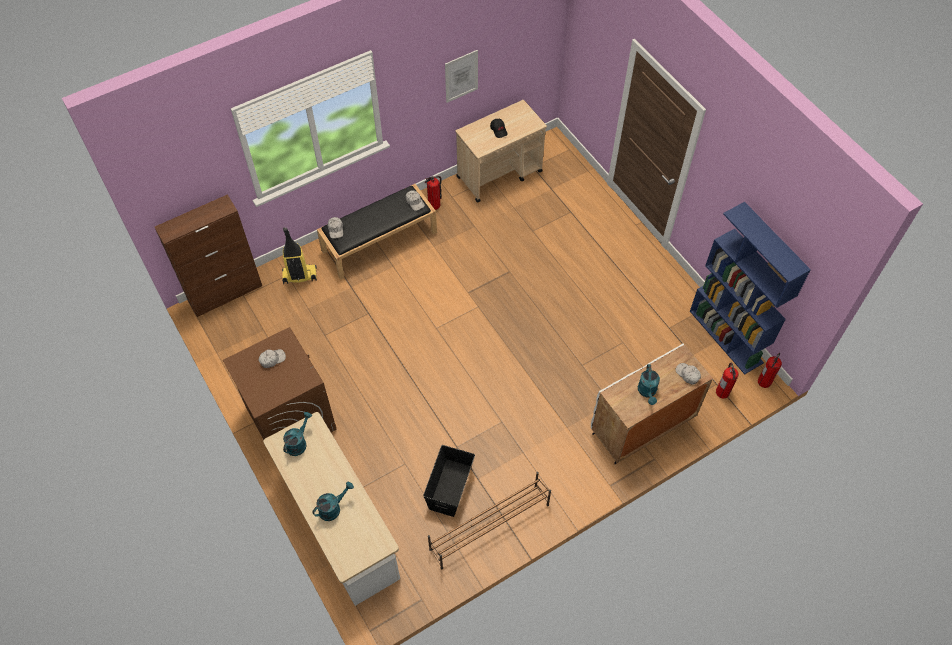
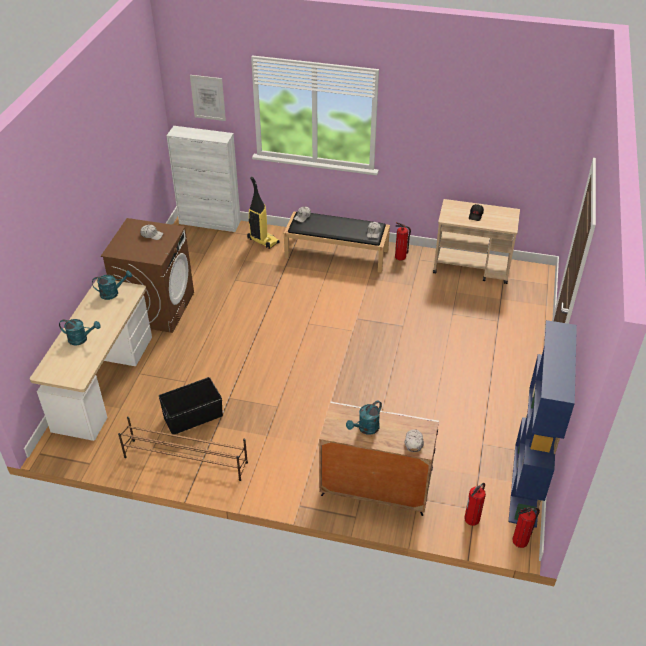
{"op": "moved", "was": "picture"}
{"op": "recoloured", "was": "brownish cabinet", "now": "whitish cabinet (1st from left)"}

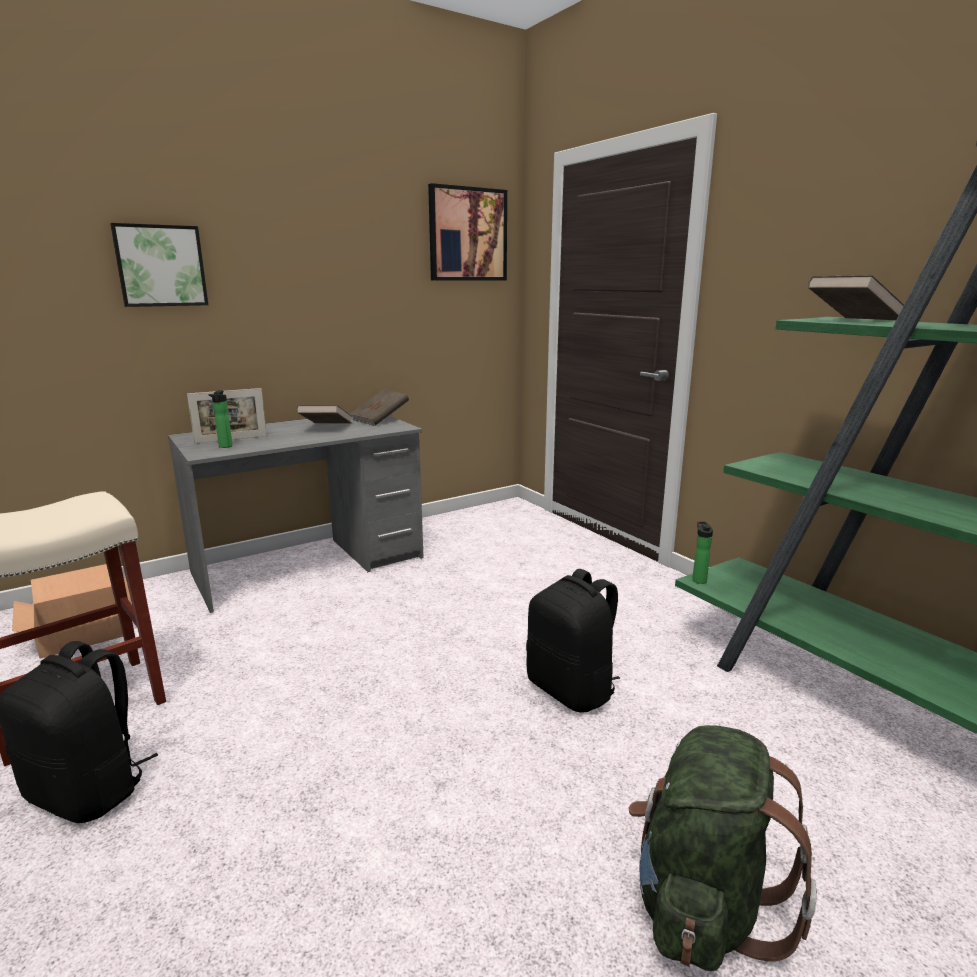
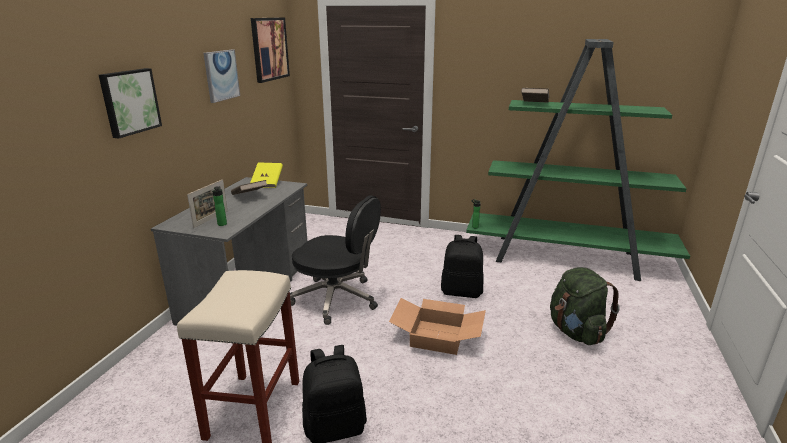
{"op": "recoloured", "was": "brownish book (2nd from left)", "now": "yellow-coloured book"}
{"op": "moved", "was": "packing box"}
{"op": "added", "now": "picture (2nd from left)"}
{"op": "added", "now": "black desk chair"}

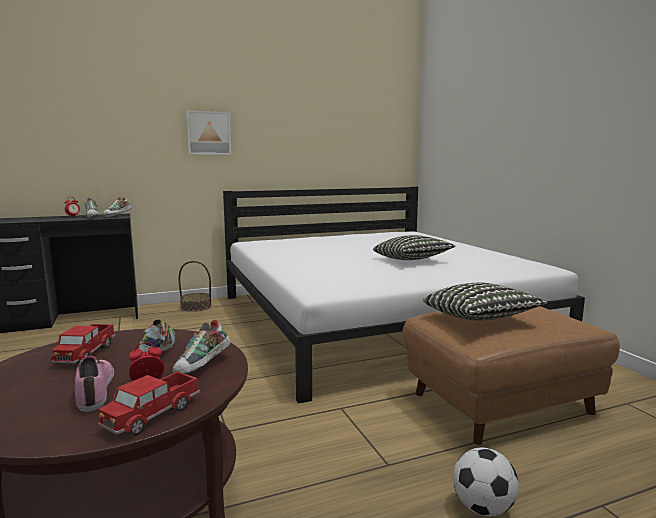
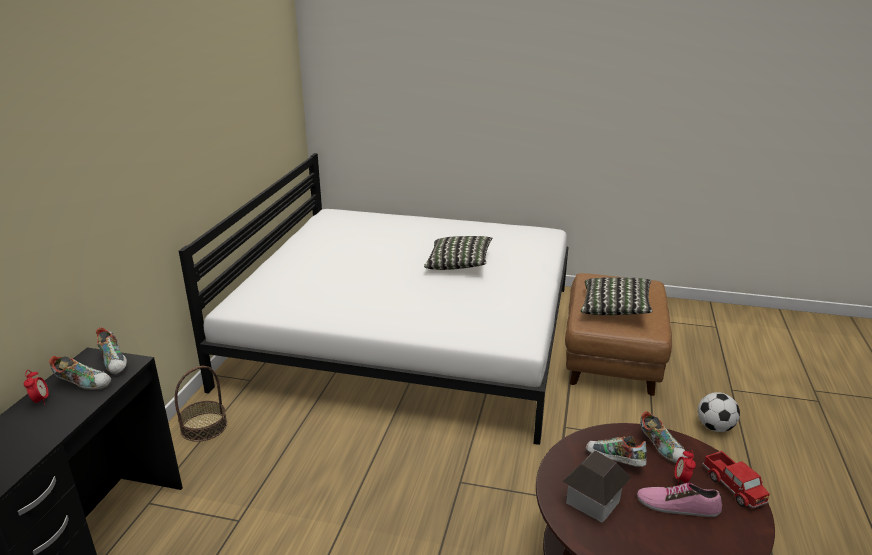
{"op": "removed", "was": "picture"}
{"op": "replaced", "was": "model truck (1st from left)", "now": "toy house"}

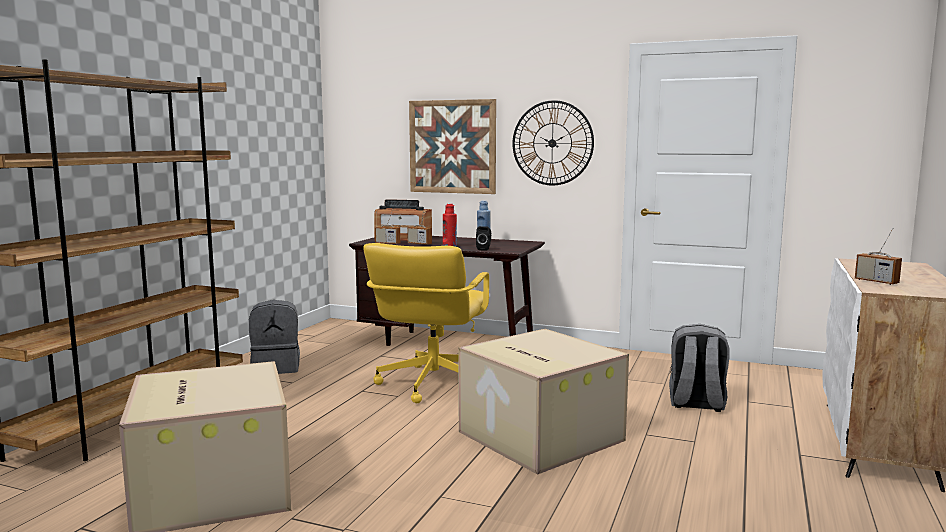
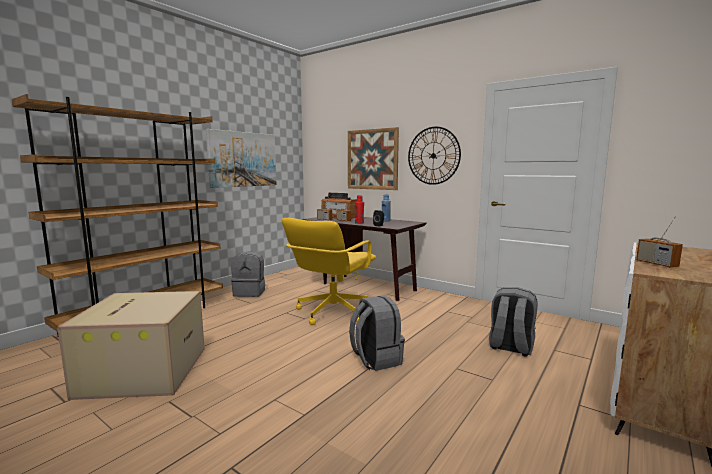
{"op": "replaced", "was": "packing box (2nd from left)", "now": "grey backpack (2nd from left)"}
{"op": "added", "now": "picture (1st from left)"}

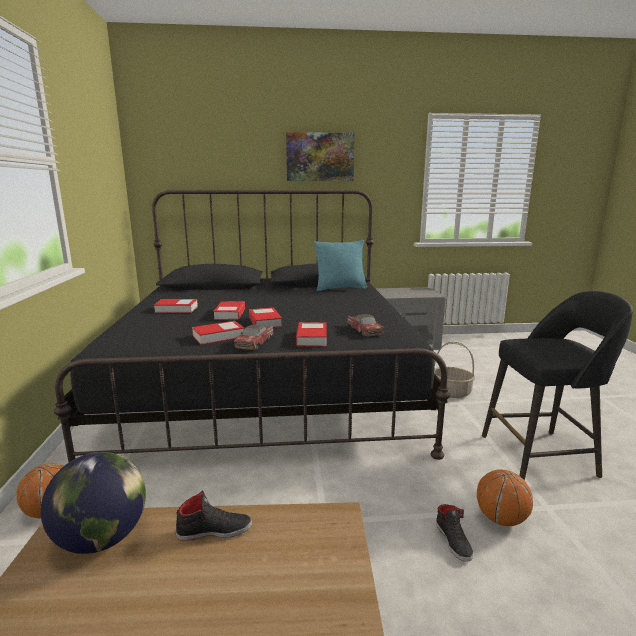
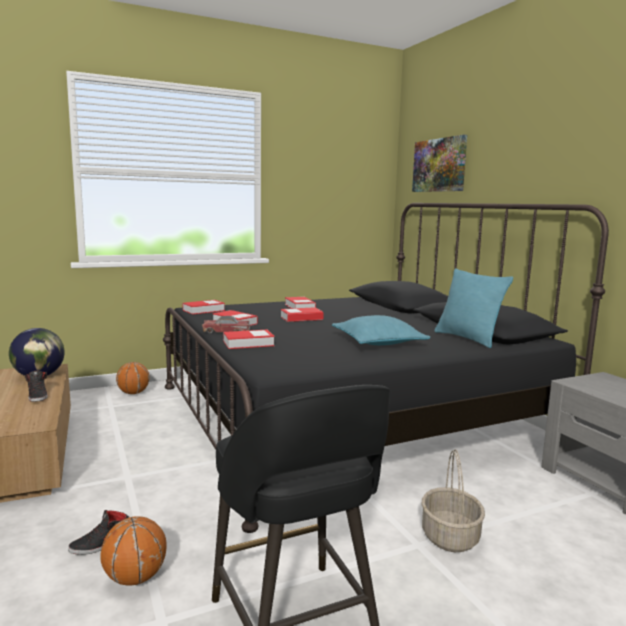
{"op": "moved", "was": "picture"}
{"op": "moved", "was": "book (4th from left in the first image)", "now": "book (1st from left)"}
{"op": "removed", "was": "miniature car (2nd from left)"}
{"op": "added", "now": "blue-green cushion (1st from left)"}

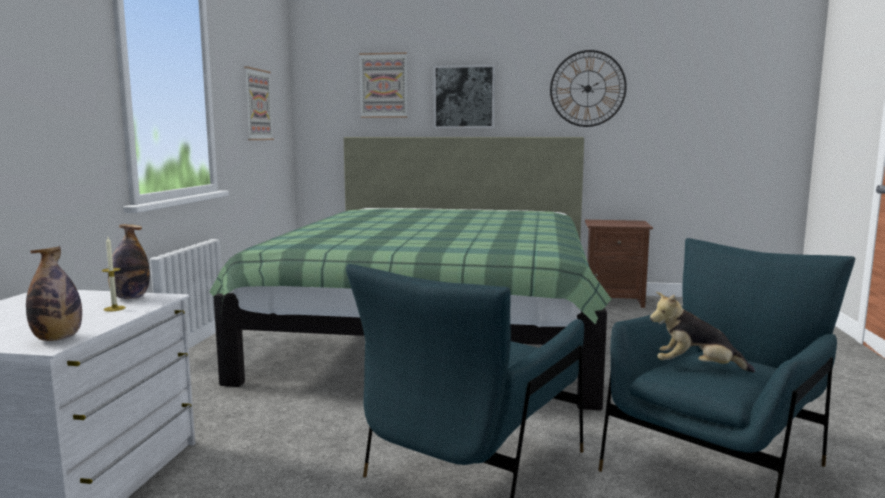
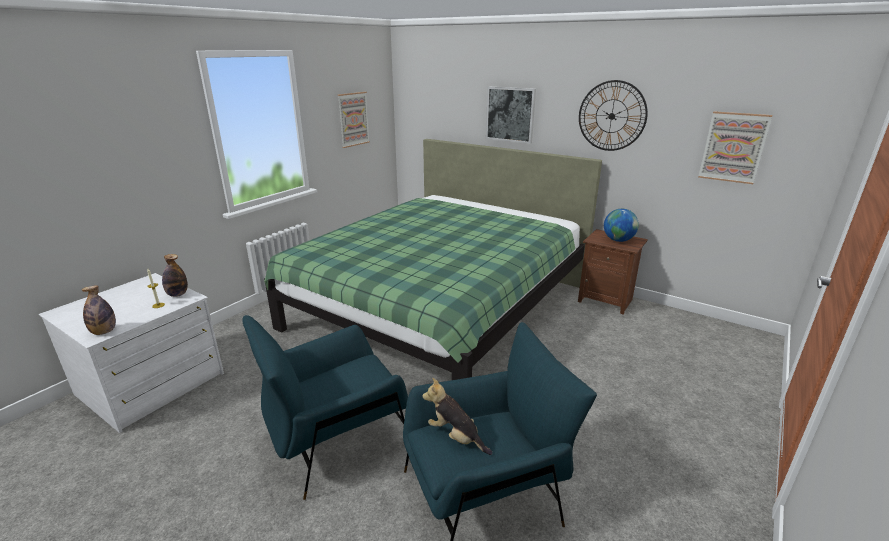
{"op": "moved", "was": "picture (2nd from left in the first image)", "now": "picture (3rd from left)"}
{"op": "added", "now": "globe"}

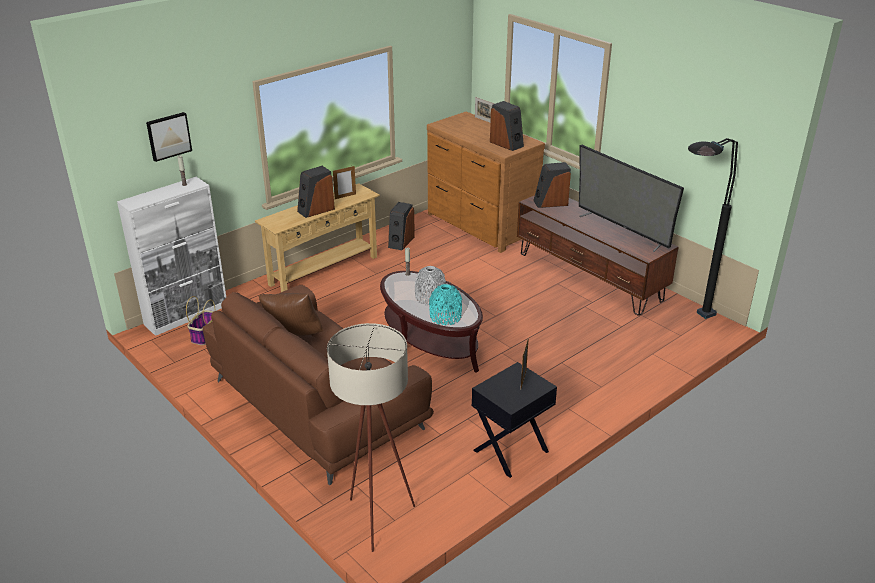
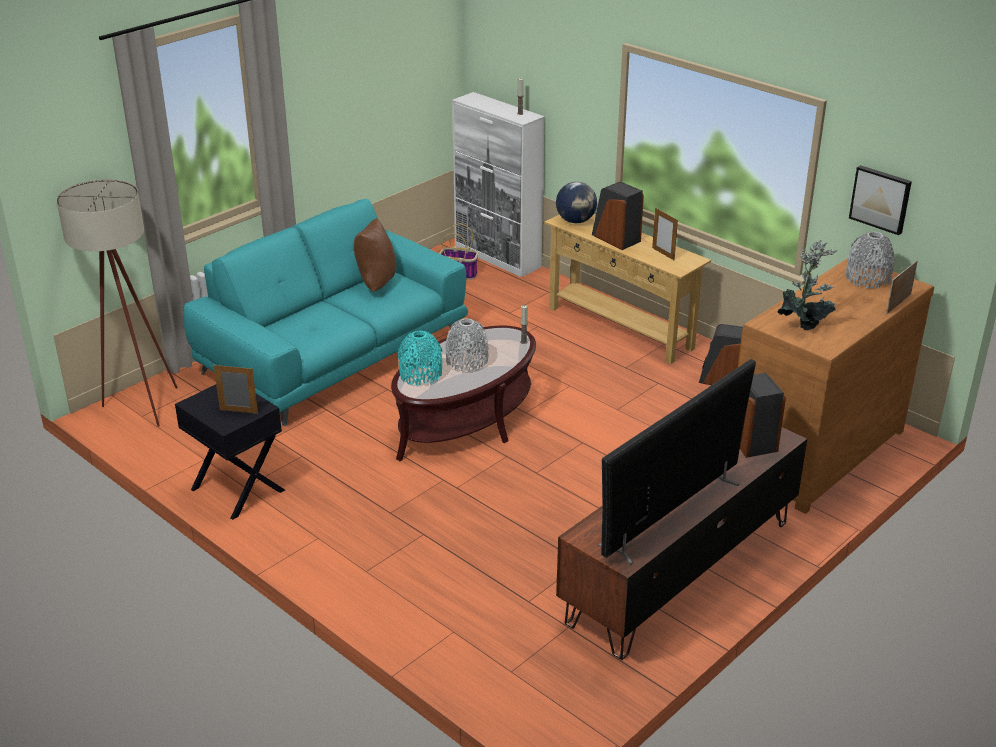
{"op": "replaced", "was": "speaker (3rd from left)", "now": "houseplant"}
{"op": "moved", "was": "picture"}
{"op": "removed", "was": "black floor lamp"}
{"op": "recoloured", "was": "brownish settee", "now": "blue-green settee"}
{"op": "added", "now": "globe"}
{"op": "added", "now": "grey flower vase (2nd from left)"}

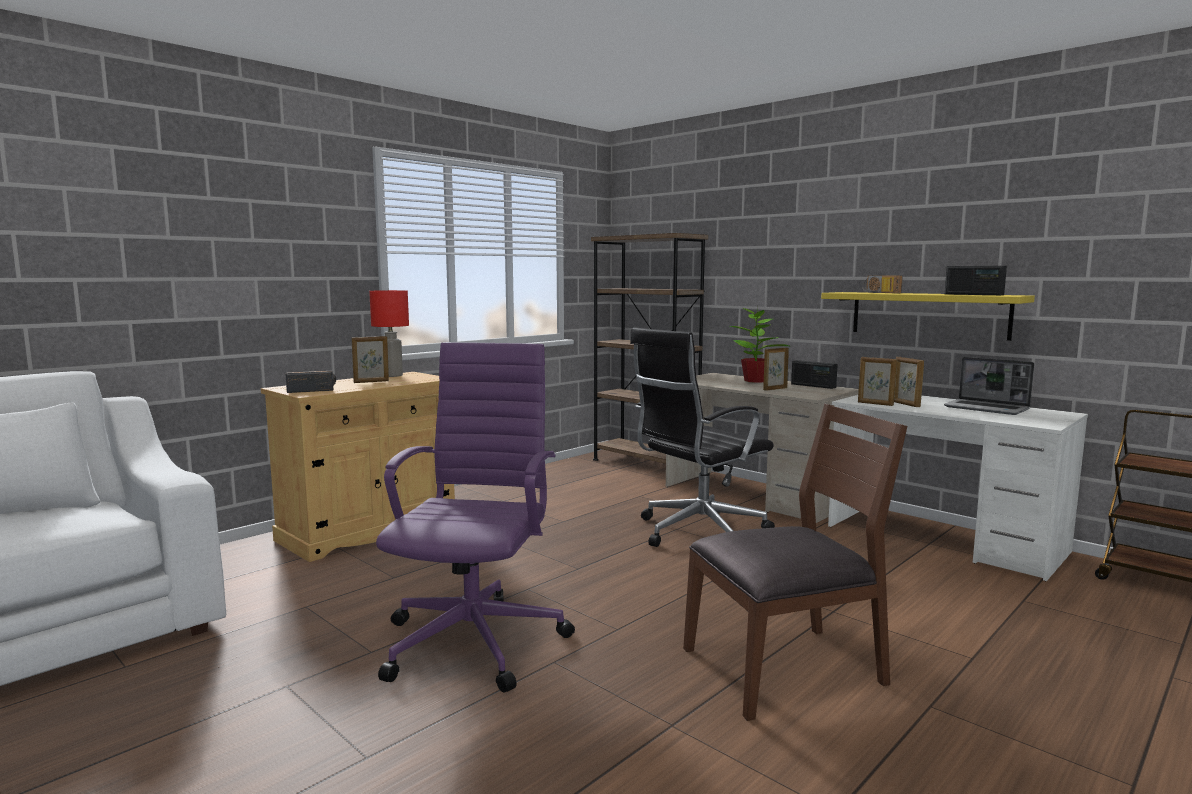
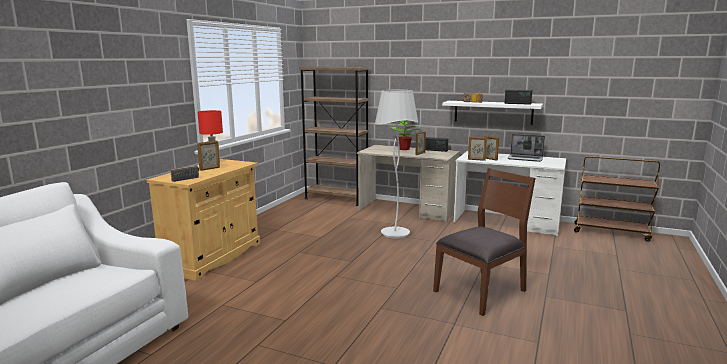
{"op": "recoloured", "was": "yellow-coloured bracket shelf", "now": "whitish bracket shelf"}
{"op": "replaced", "was": "black desk chair", "now": "whitish floor lamp"}
{"op": "removed", "was": "purplish desk chair"}

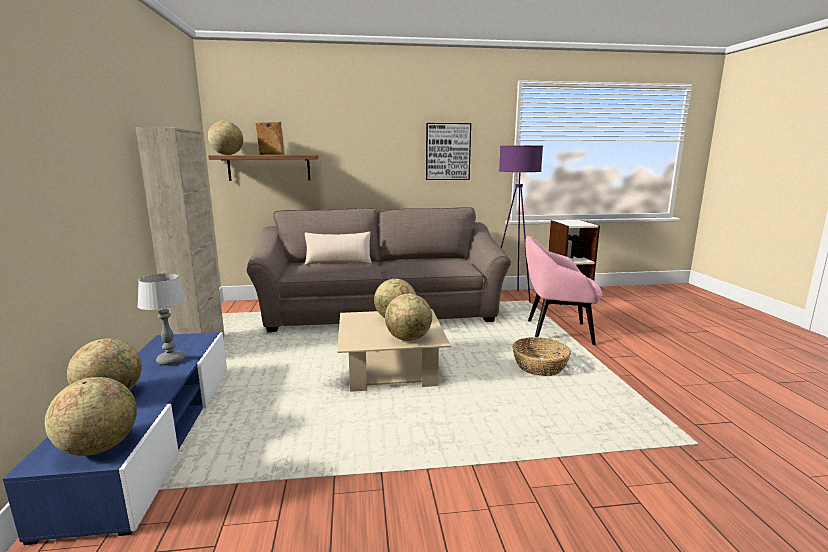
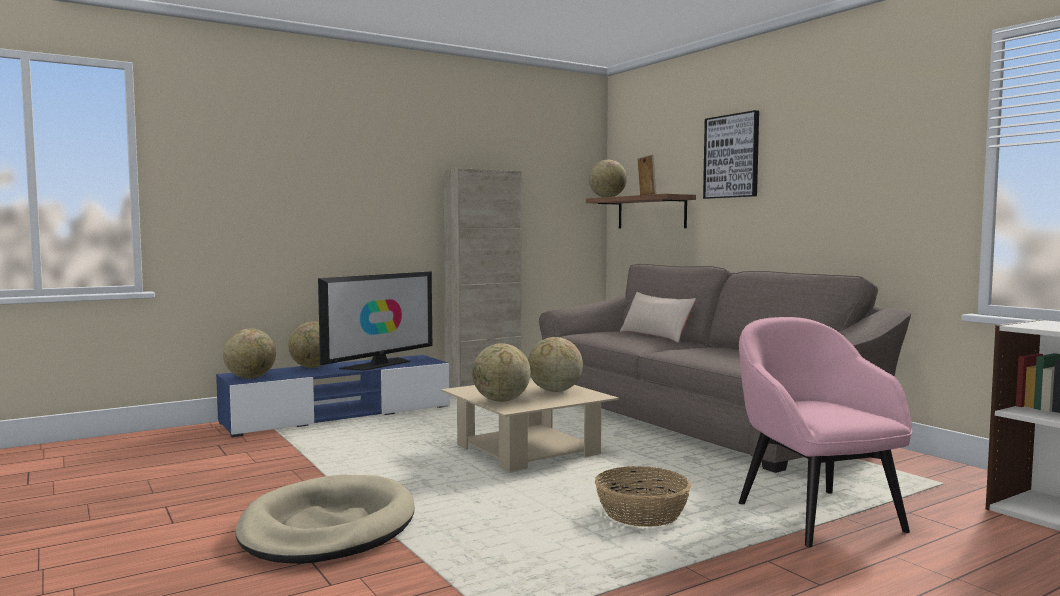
{"op": "moved", "was": "picture"}
{"op": "removed", "was": "purplish floor lamp"}
{"op": "replaced", "was": "lamp for a table", "now": "TV"}
{"op": "added", "now": "sand-coloured dog bed"}

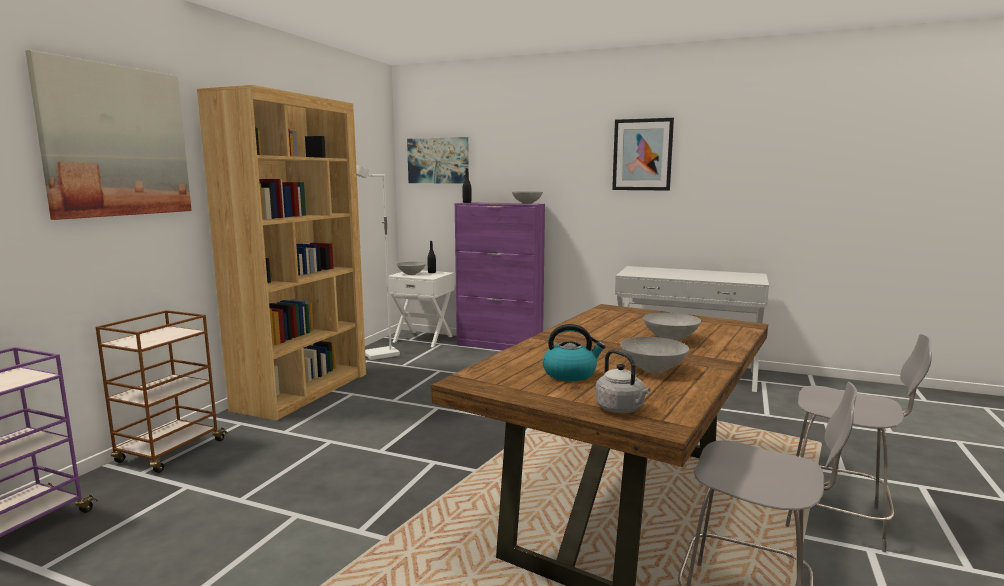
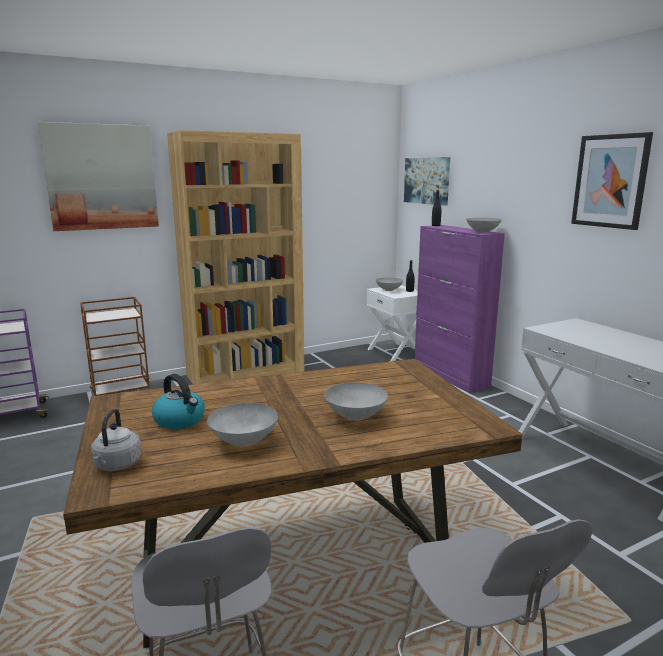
{"op": "removed", "was": "whitish floor lamp"}

